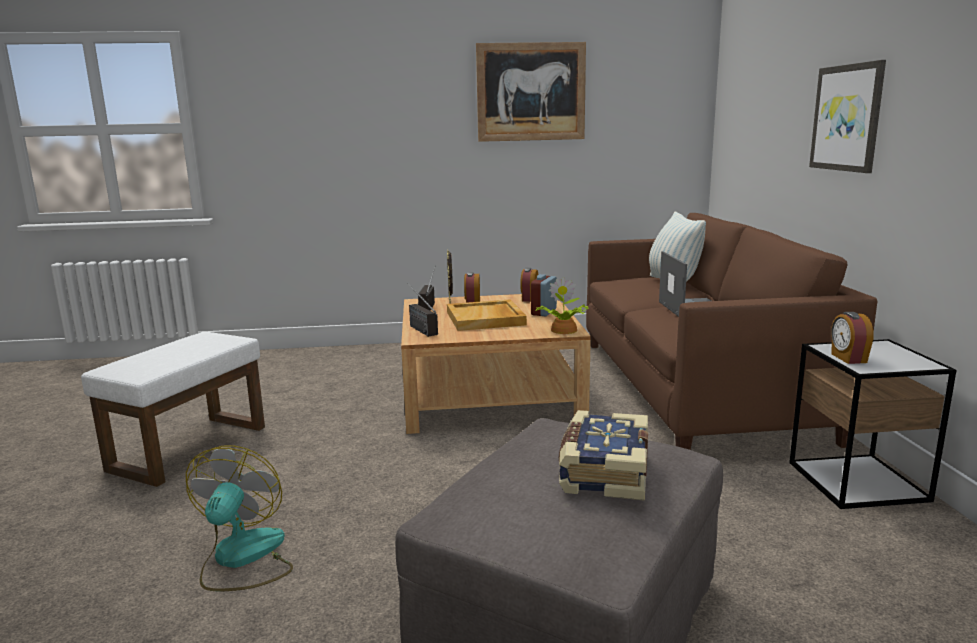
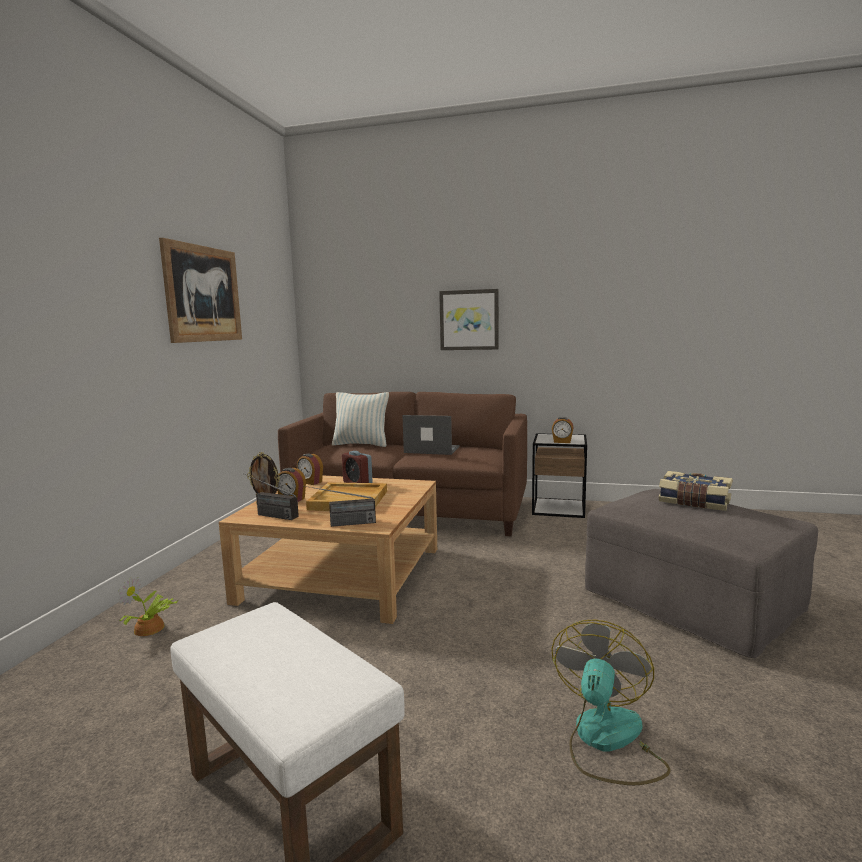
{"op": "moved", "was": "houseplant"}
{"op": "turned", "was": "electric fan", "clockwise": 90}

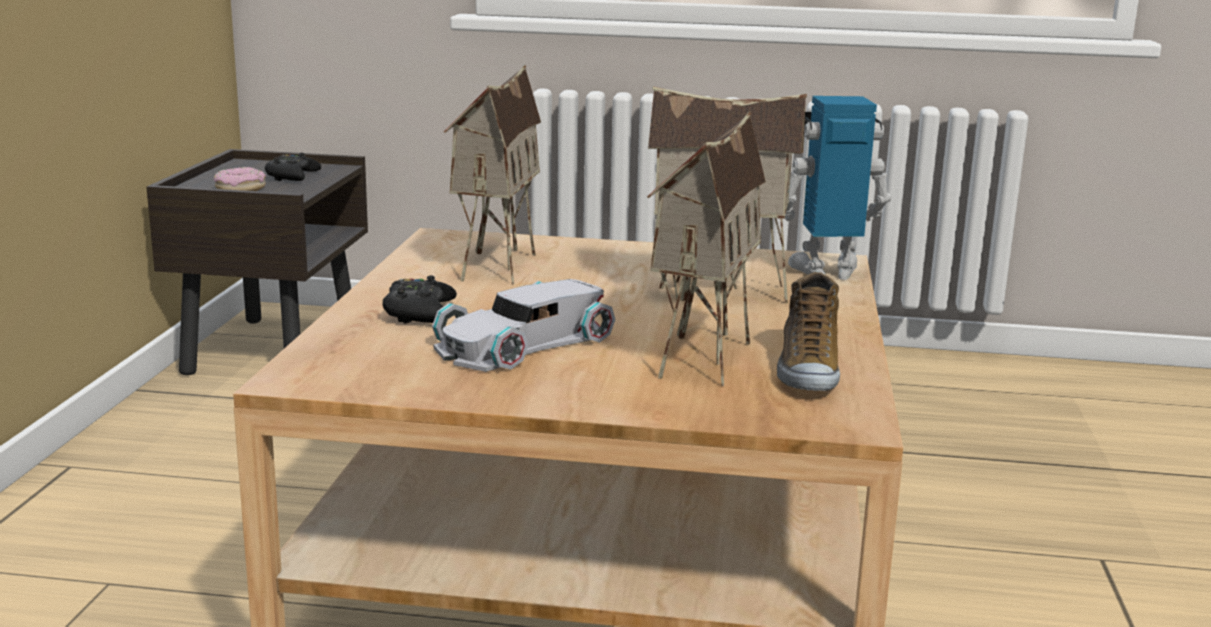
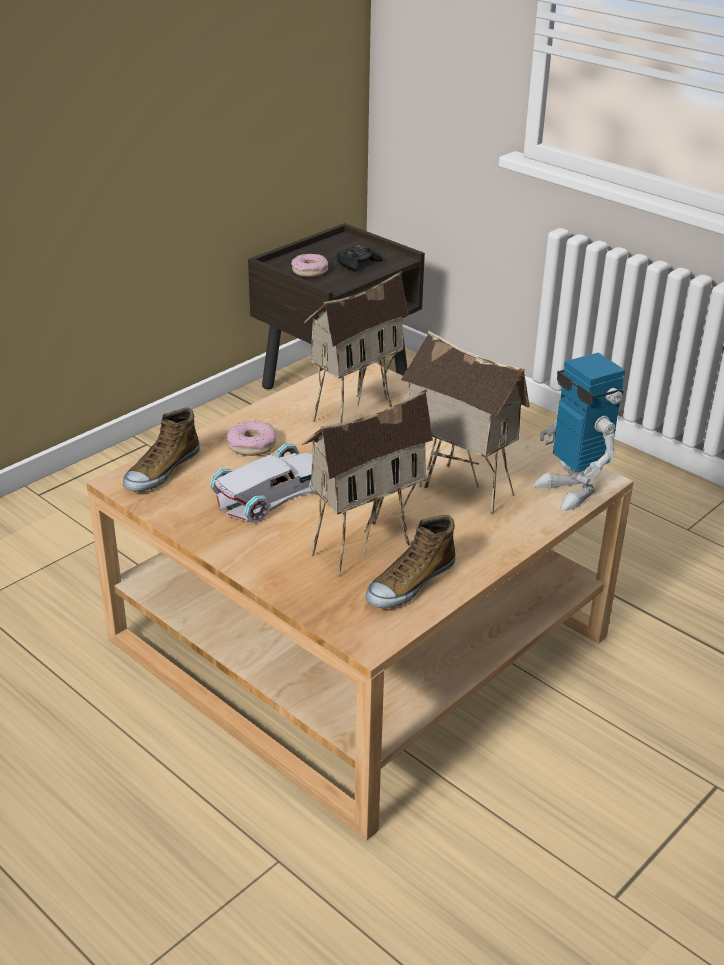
{"op": "turned", "was": "toy robot", "clockwise": -150}
{"op": "replaced", "was": "black game controller (2nd from left)", "now": "doughnut (1st from left)"}
{"op": "turned", "was": "whitish miniature car", "clockwise": 150}
{"op": "added", "now": "item of footwear (1st from left)"}

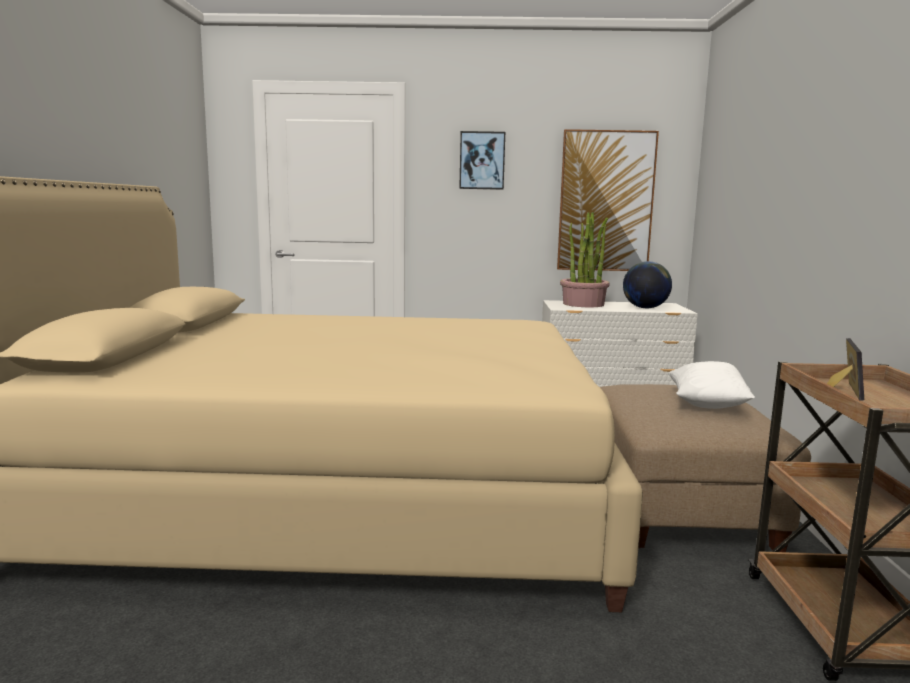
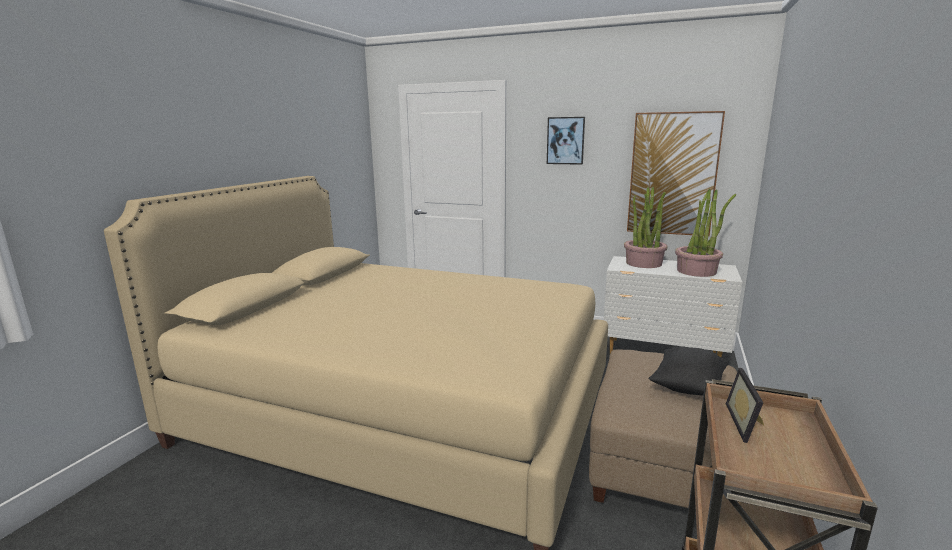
{"op": "replaced", "was": "globe", "now": "houseplant (2nd from left)"}
{"op": "turned", "was": "picture frame", "clockwise": 150}
{"op": "recoloured", "was": "whitish cushion", "now": "black cushion"}

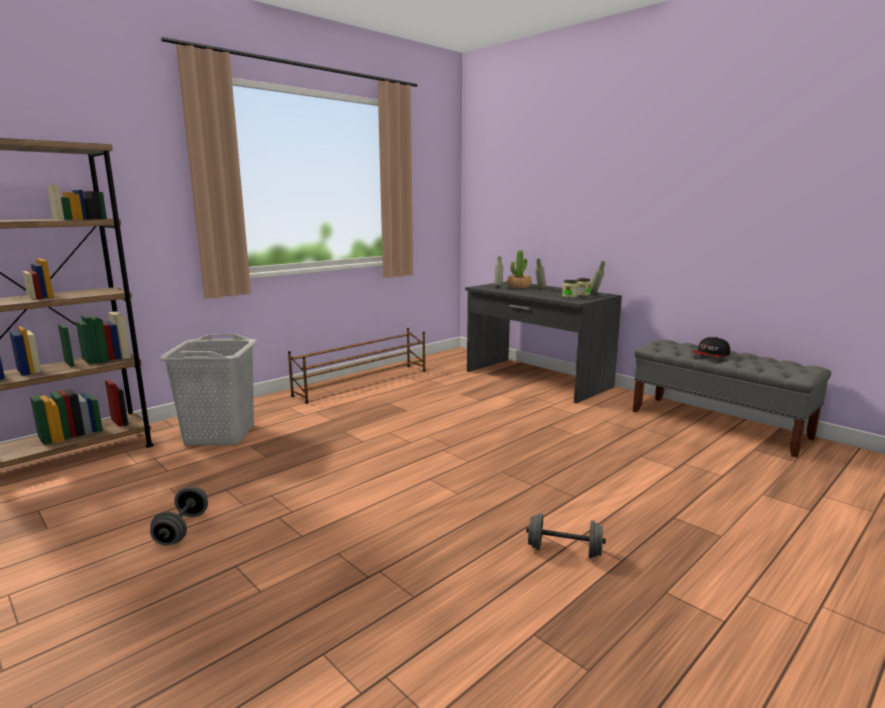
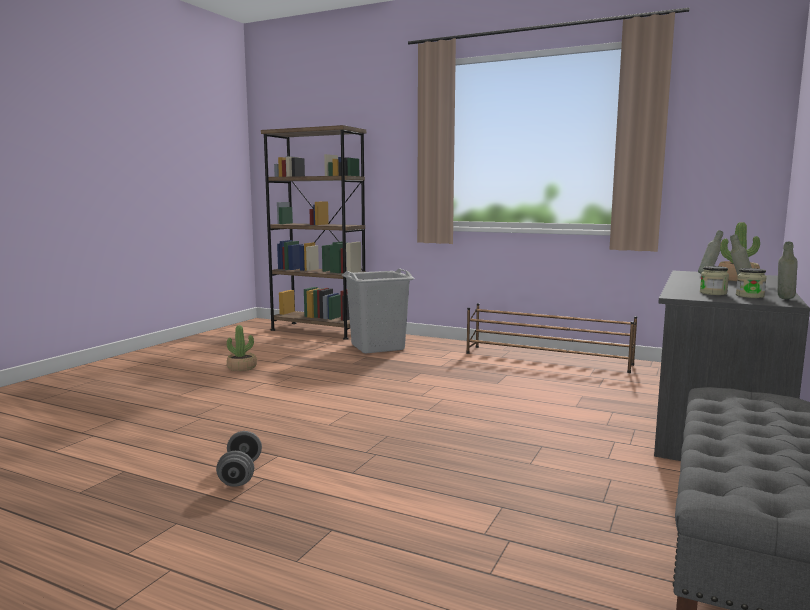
{"op": "removed", "was": "peaked cap"}
{"op": "replaced", "was": "grey dumbbell (1st from left)", "now": "houseplant (1st from left)"}

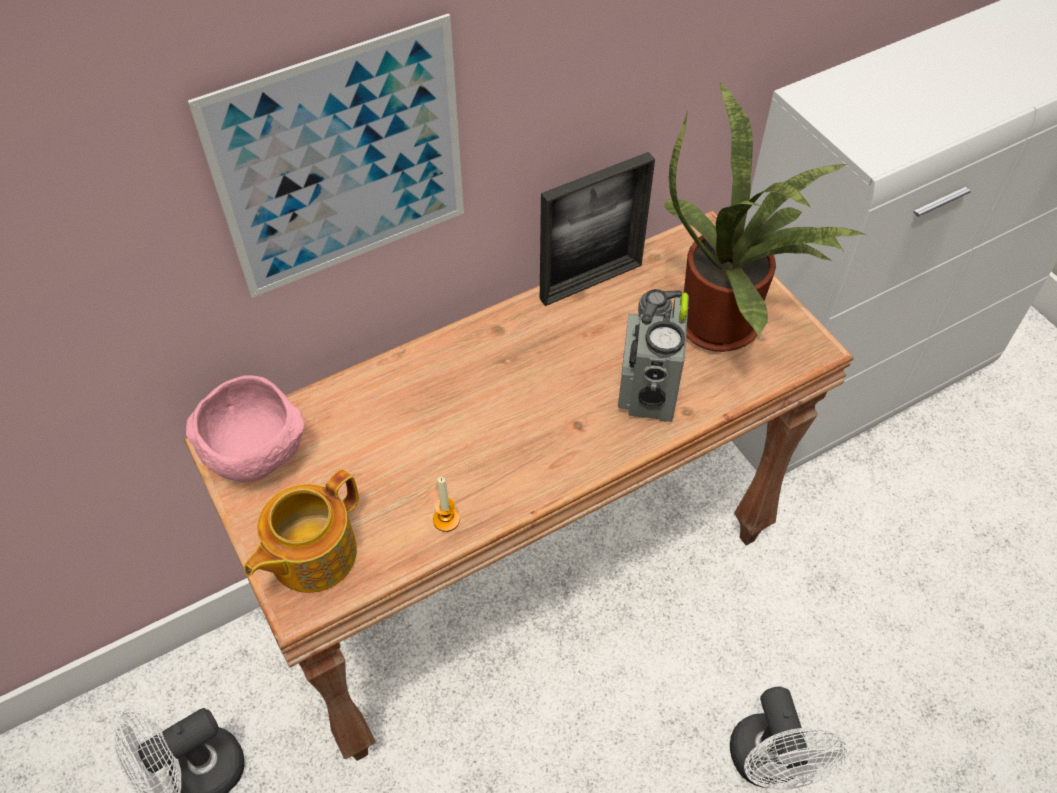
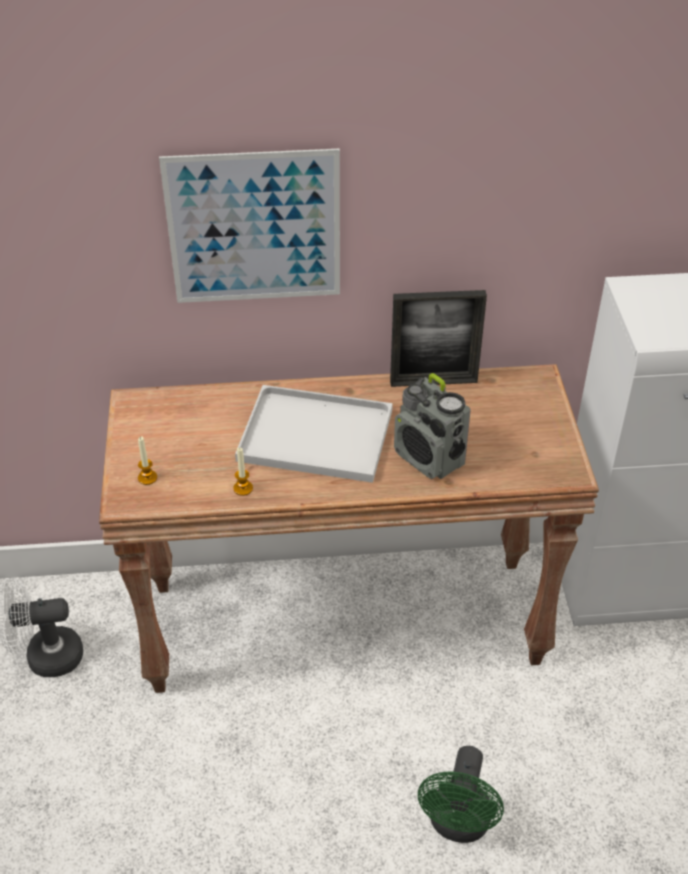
{"op": "removed", "was": "houseplant"}
{"op": "turned", "was": "radio", "clockwise": -75}
{"op": "removed", "was": "pink-coloured bowl"}
{"op": "replaced", "was": "teapot", "now": "wax candle (1st from left)"}
{"op": "recoloured", "was": "whitish electric fan (2nd from left)", "now": "greenish electric fan"}
{"op": "added", "now": "whitish carrying tray"}

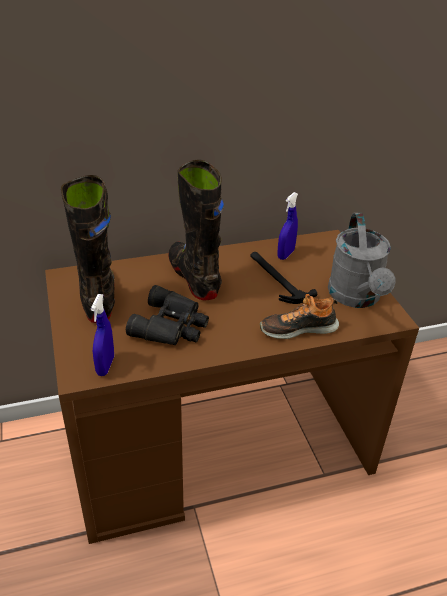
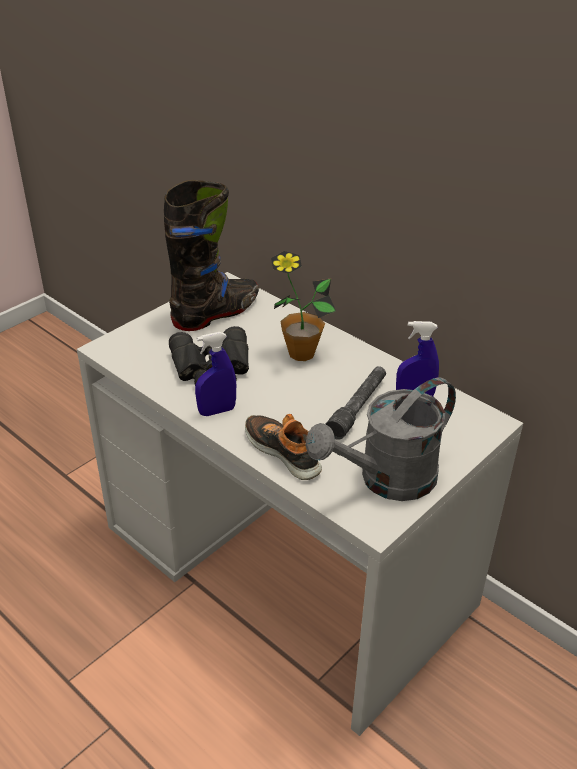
{"op": "replaced", "was": "black high-top boot (2nd from left)", "now": "houseplant"}
{"op": "recoloured", "was": "brownish desk table", "now": "whitish desk table"}
{"op": "replaced", "was": "tool hammer", "now": "grey hand torch"}
{"op": "moved", "was": "blue sprayer (1st from left)"}

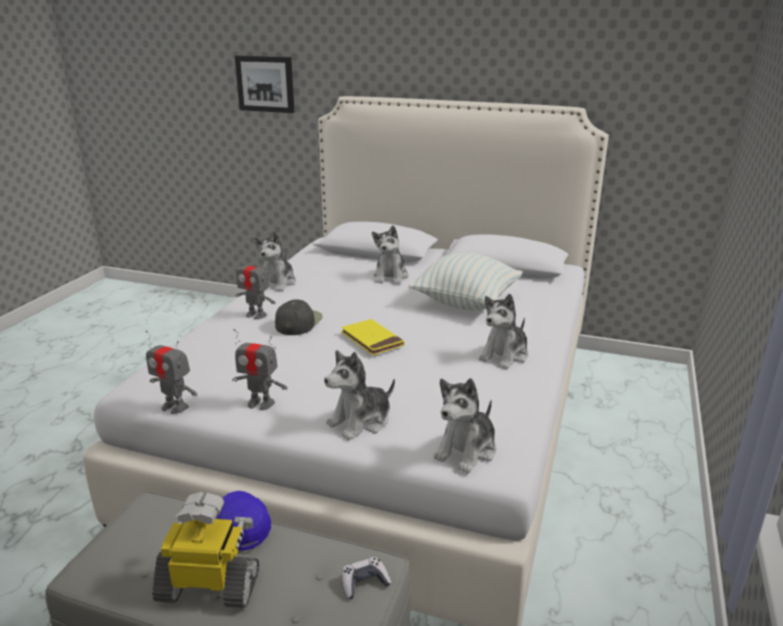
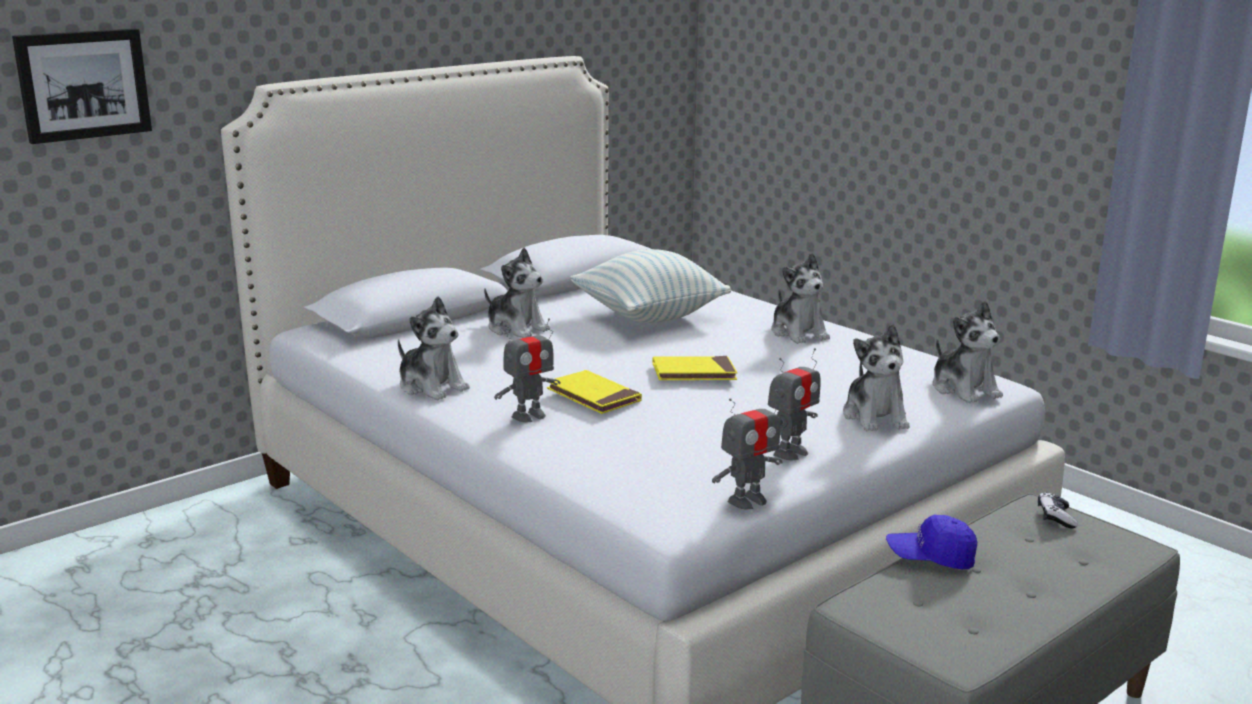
{"op": "replaced", "was": "black peaked cap", "now": "yellow-coloured book (1st from left)"}
{"op": "removed", "was": "toy robot (2nd from left)"}

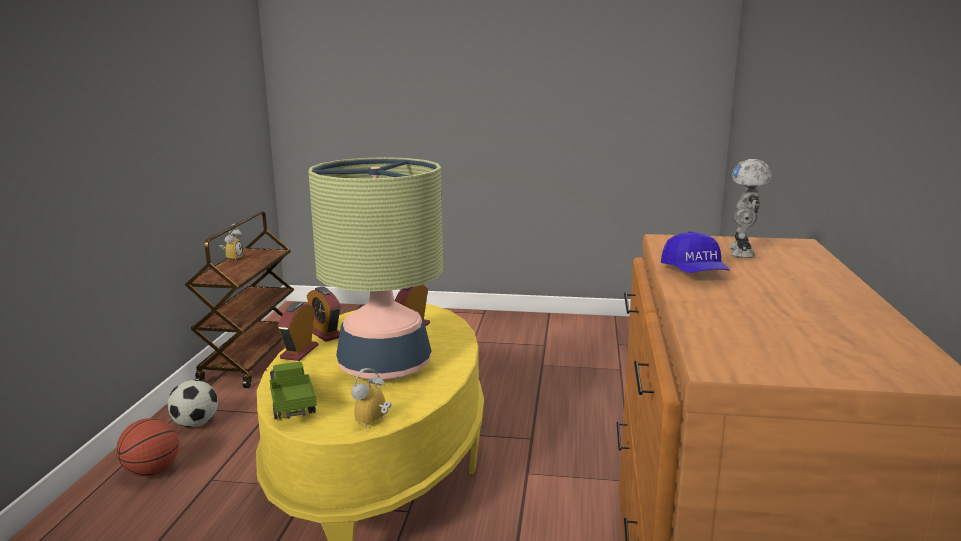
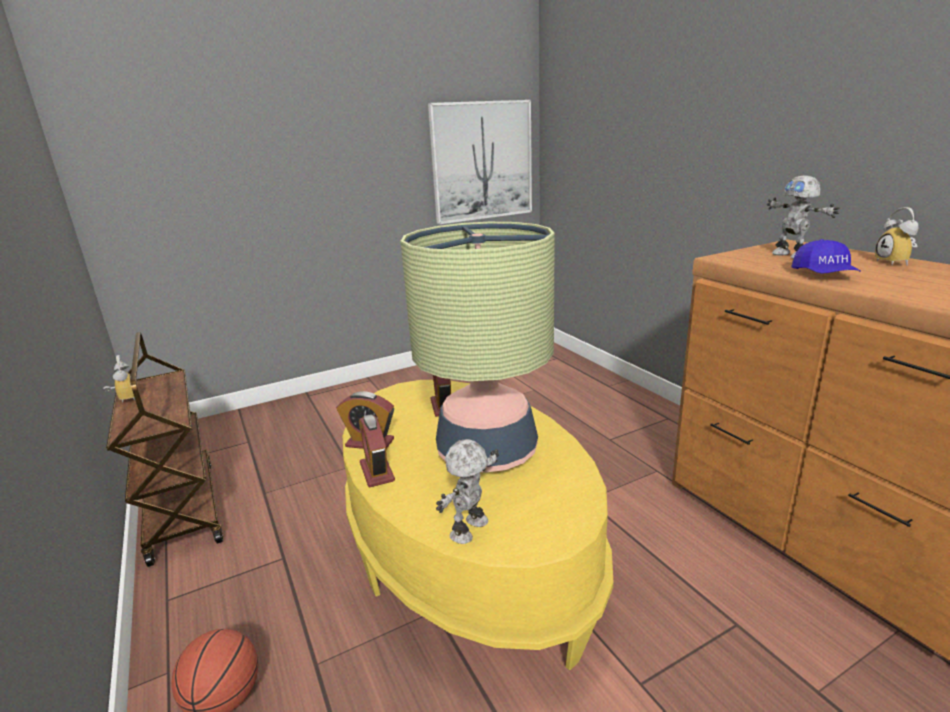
{"op": "turned", "was": "blue peaked cap", "clockwise": 45}
{"op": "replaced", "was": "model truck", "now": "toy robot (1st from left)"}
{"op": "moved", "was": "alarm clock (4th from left in the first image)", "now": "alarm clock (5th from left)"}
{"op": "removed", "was": "football ball"}
{"op": "added", "now": "picture"}

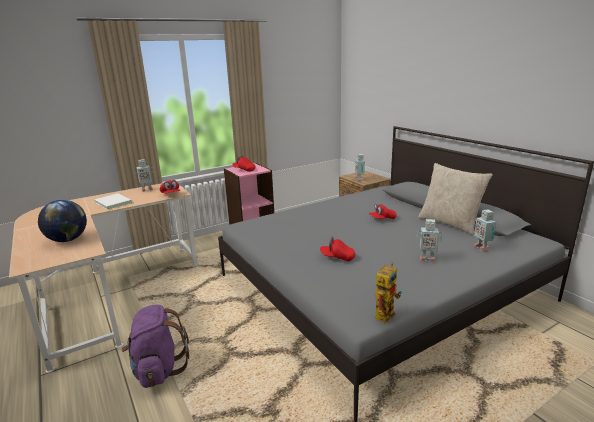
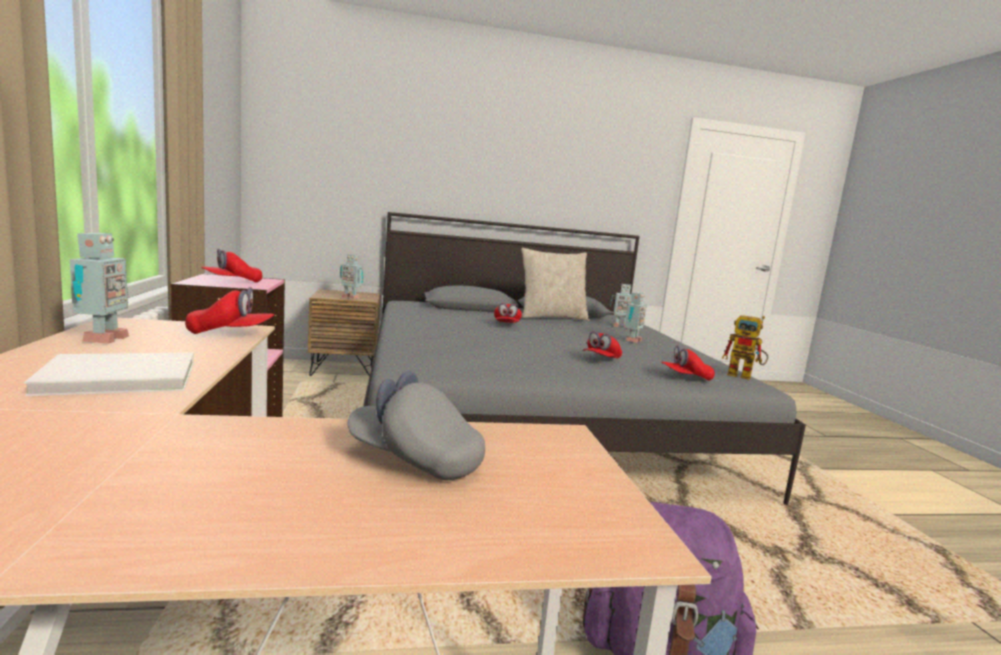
{"op": "replaced", "was": "globe", "now": "grey peaked cap"}
{"op": "turned", "was": "toy robot (3rd from left in the first image)", "clockwise": 150}
{"op": "added", "now": "red peaked cap (5th from left)"}

